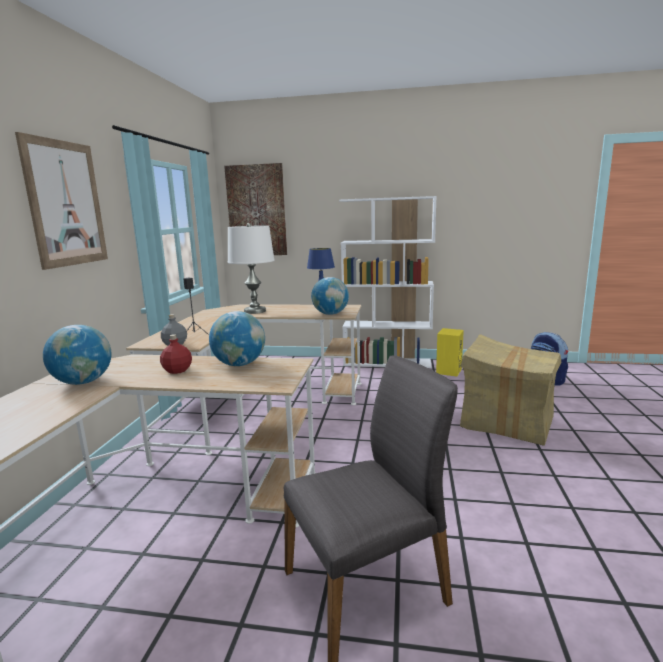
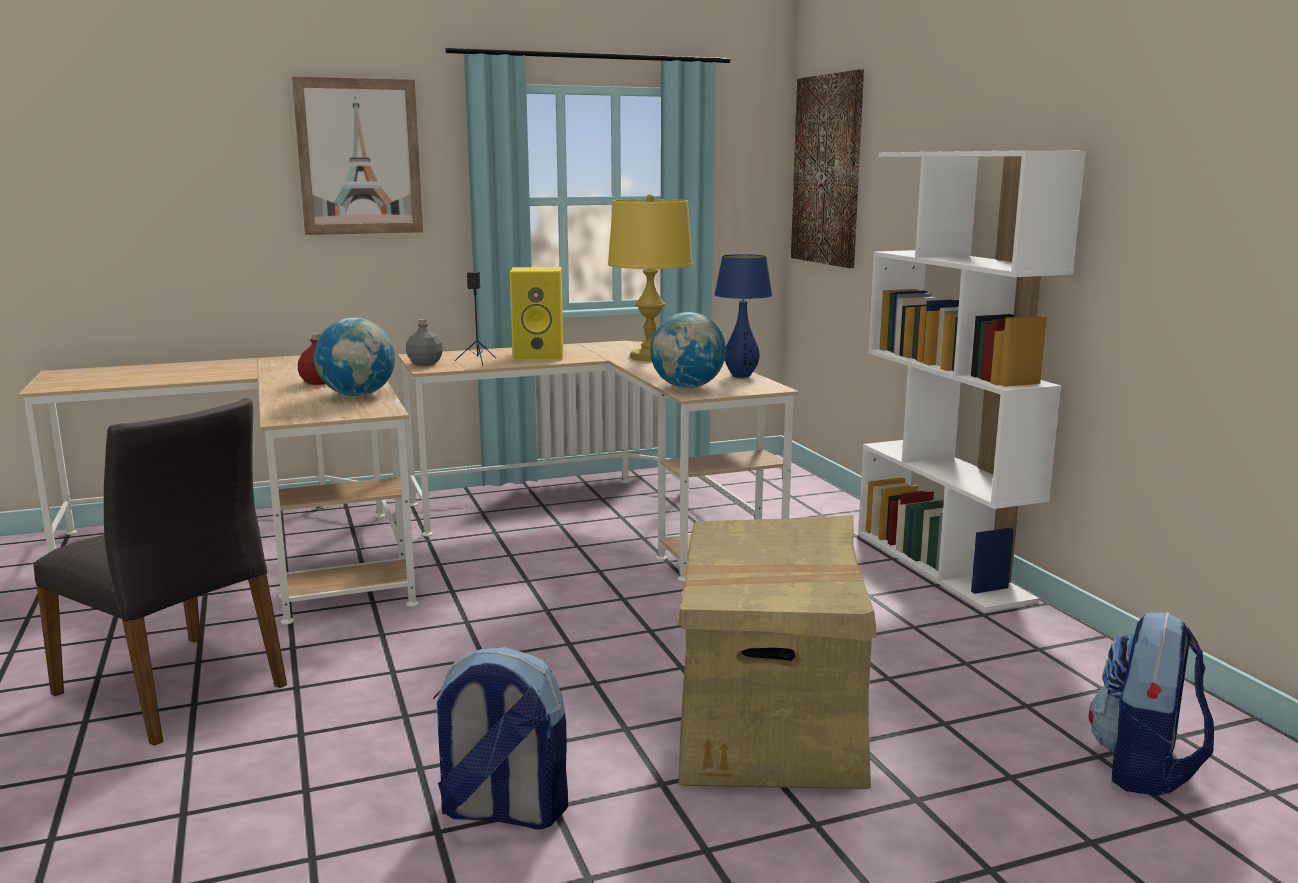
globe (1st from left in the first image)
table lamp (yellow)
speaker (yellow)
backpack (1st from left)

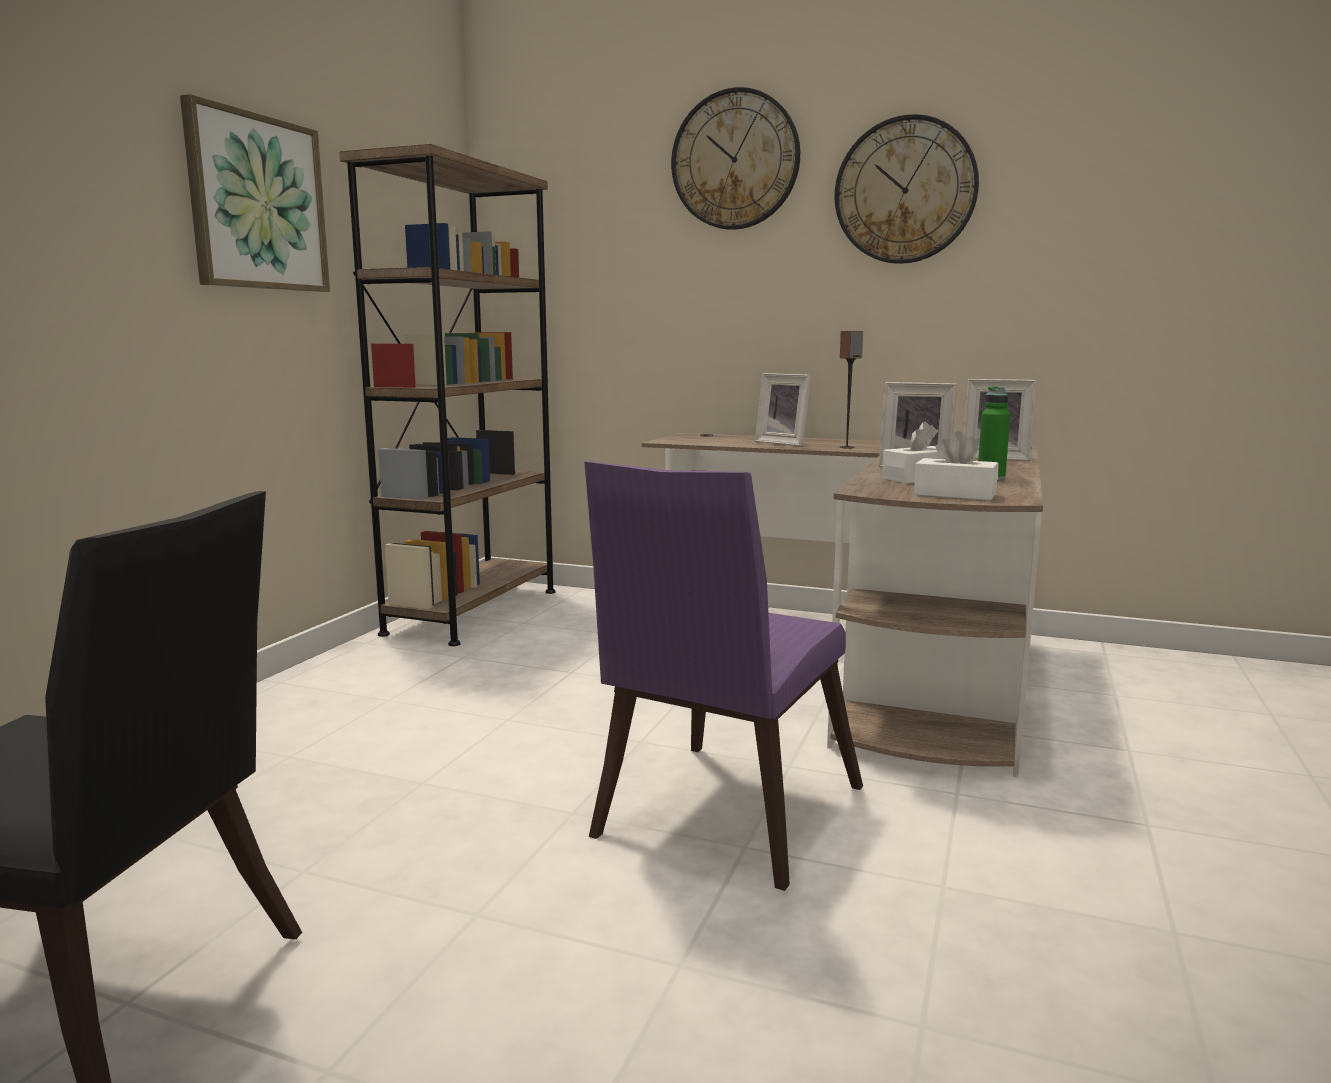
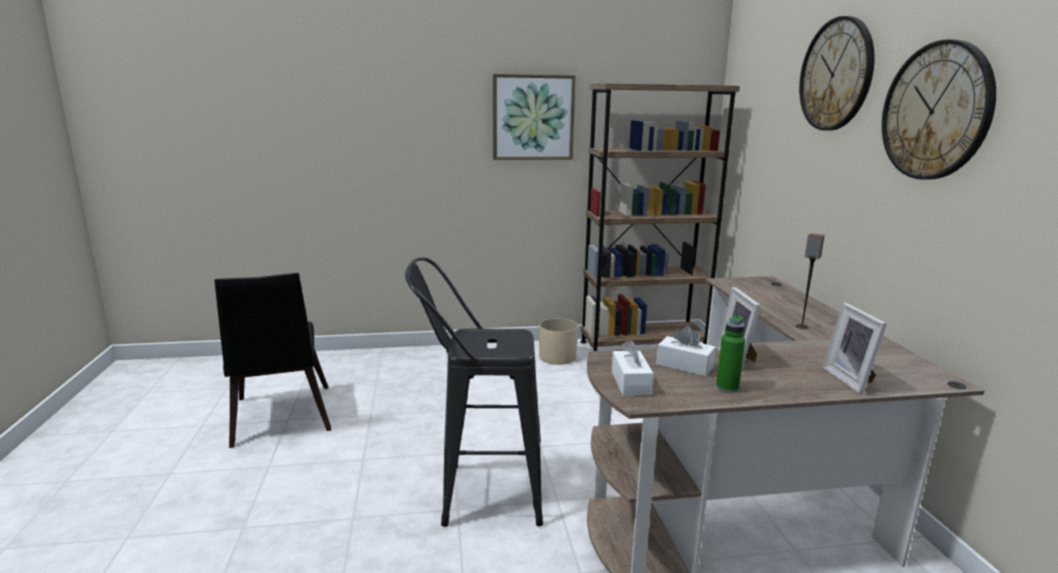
stool (black)
picture frame (1st from left in the first image)
planter (beige)

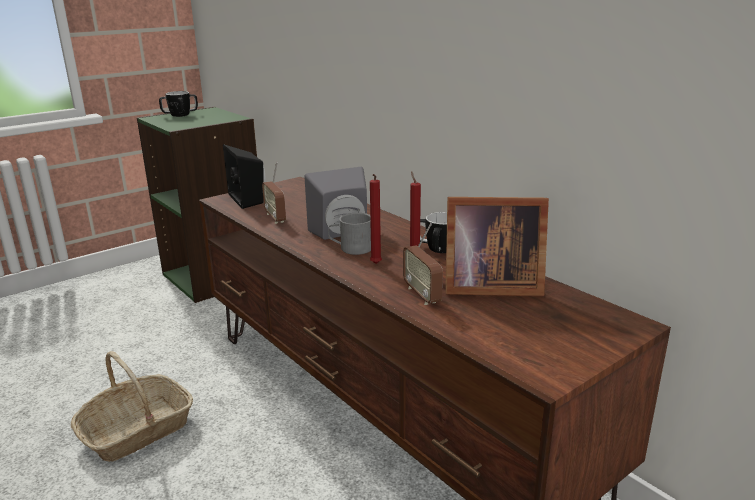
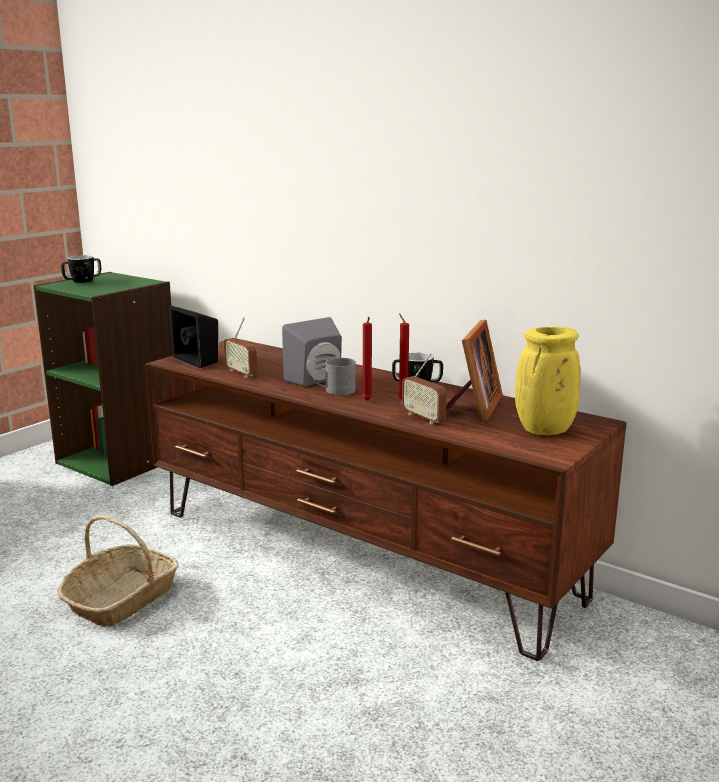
picture frame
vase (yellow)

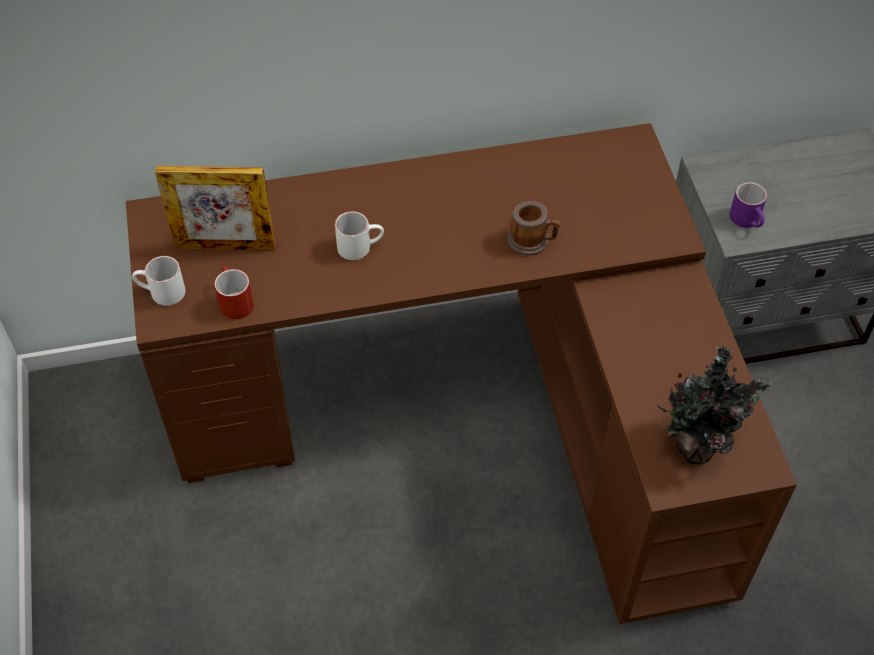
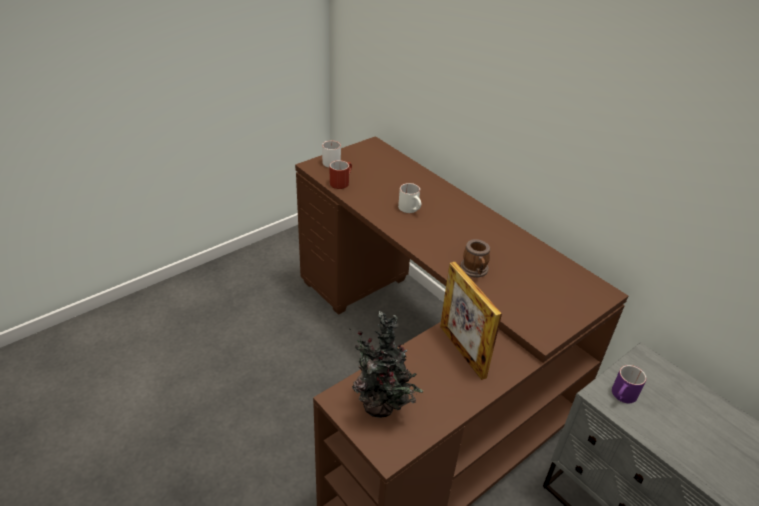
picture frame

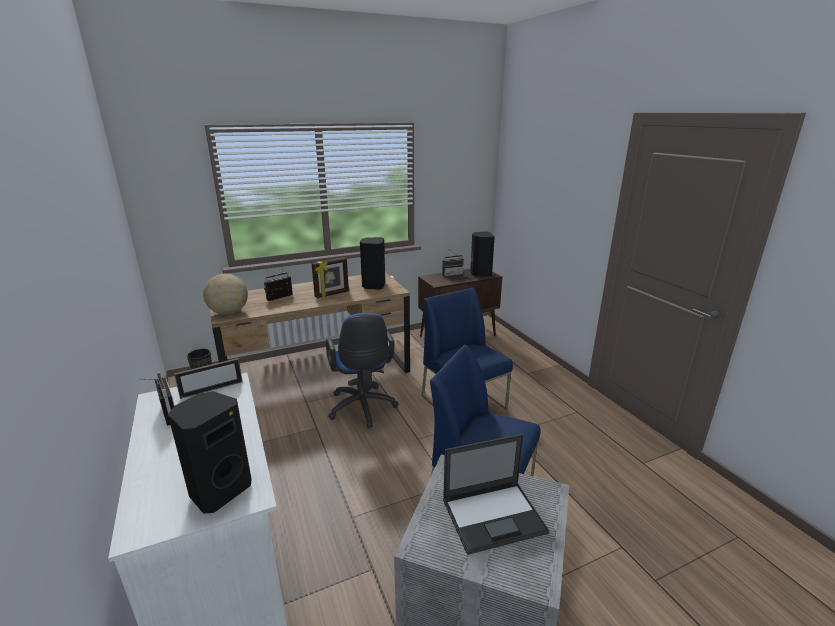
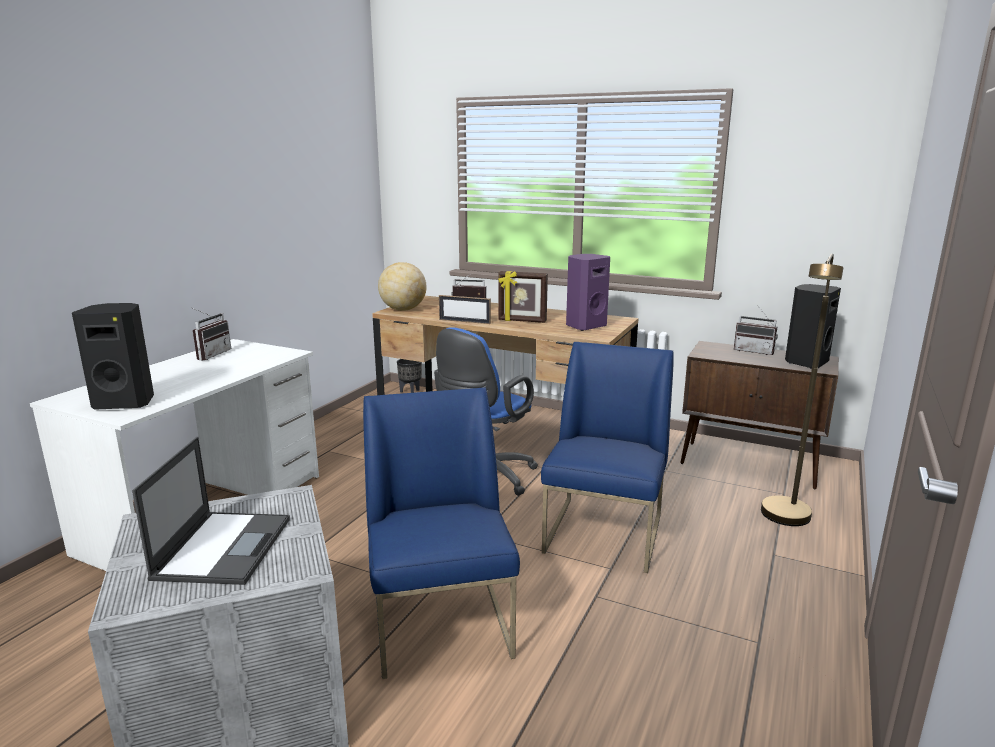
picture frame (1st from left)
speaker (purple)
laptop
floor lamp (brown)

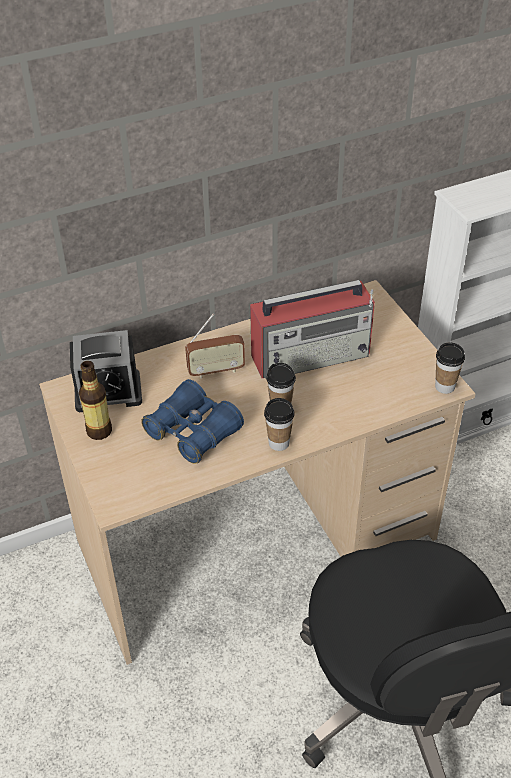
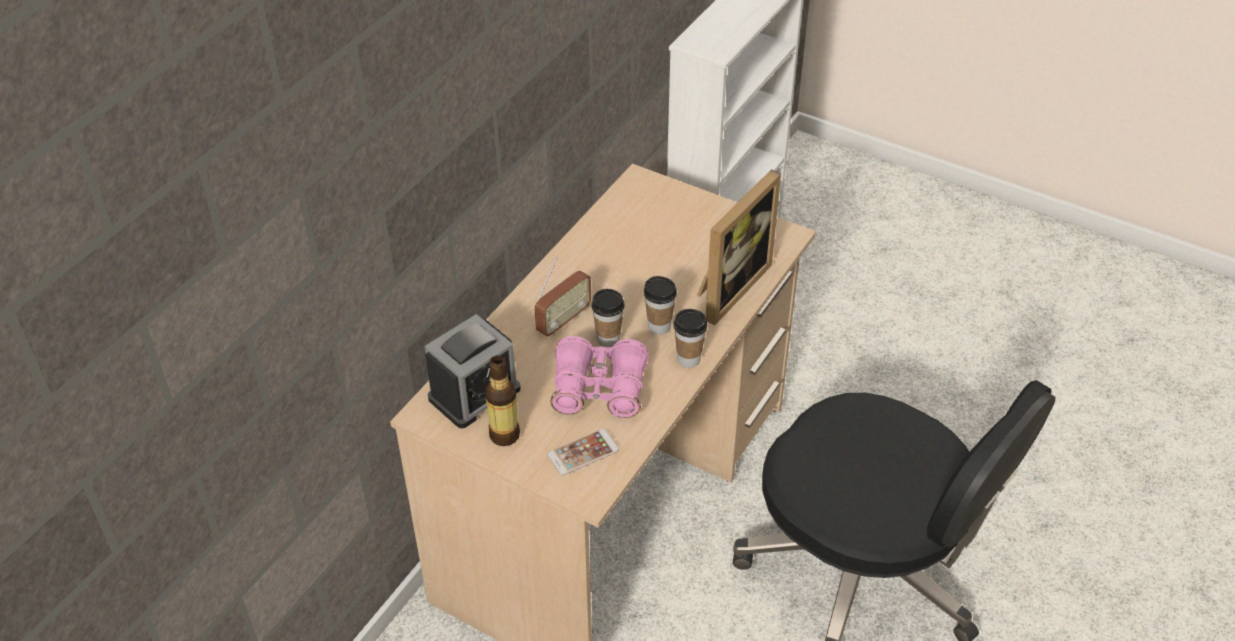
binoculars (pink)
radio (2nd from left in the first image)
cup (1st from left)
phone
picture frame

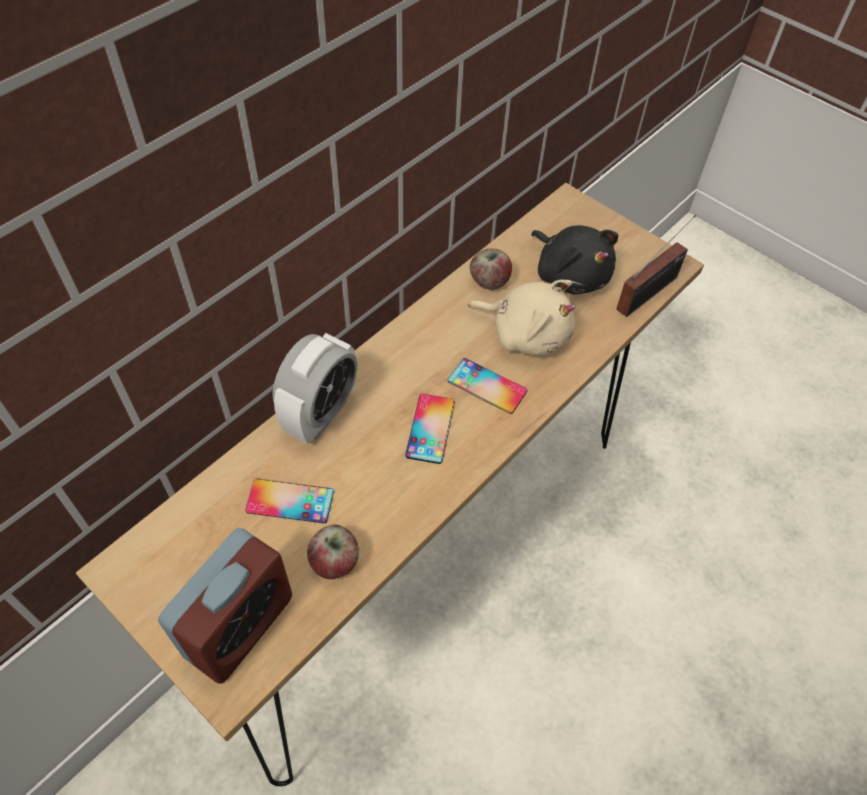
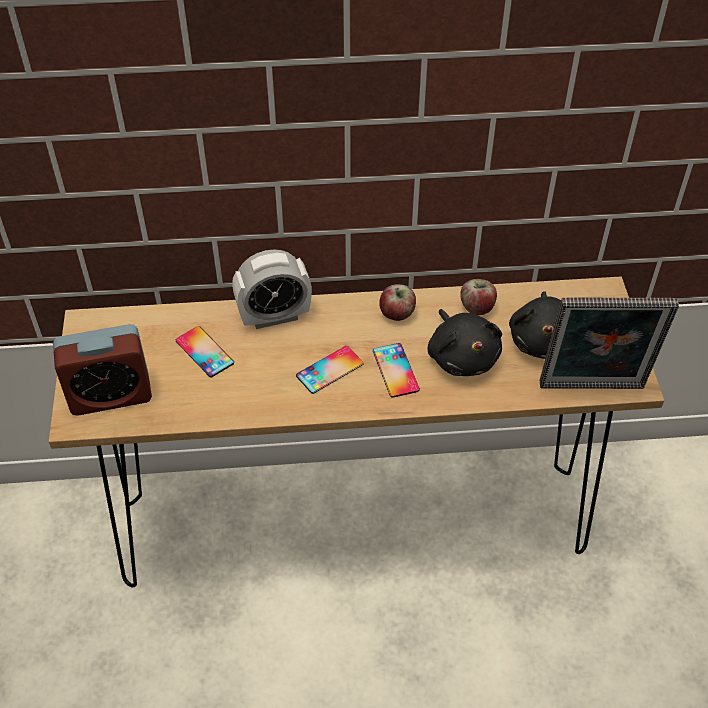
apple (1st from left)
plush toy (black) (1st from left)
picture frame

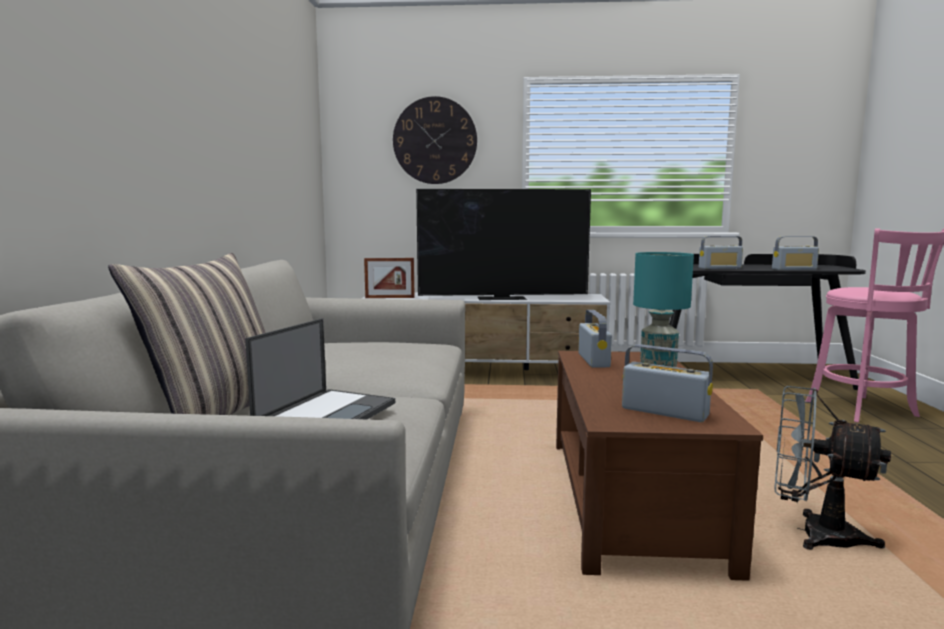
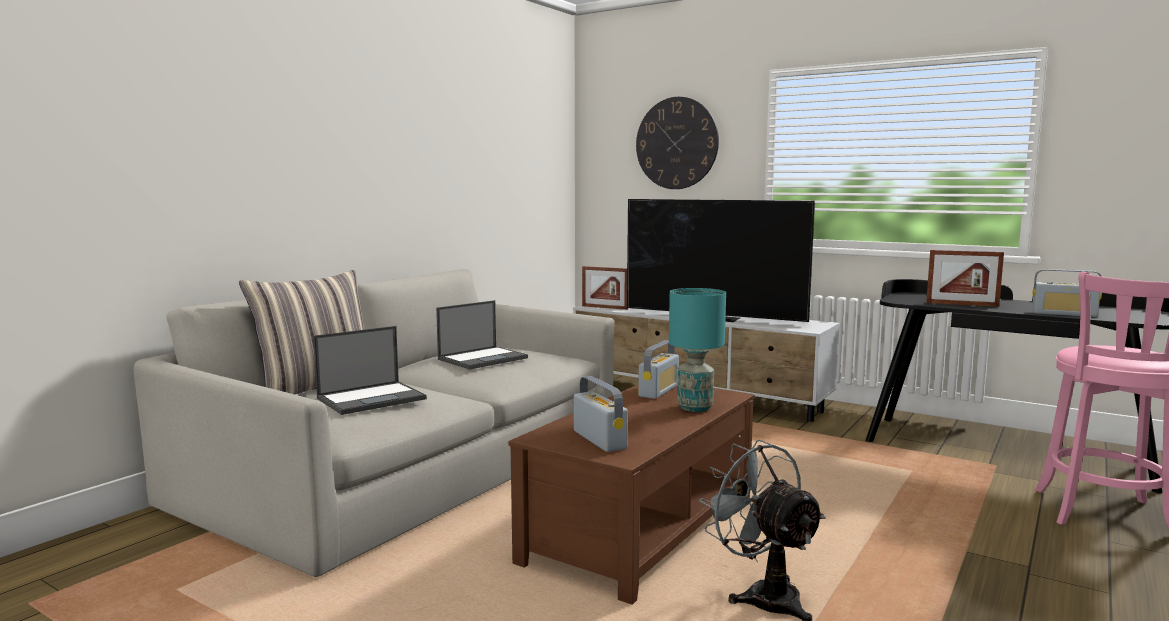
picture frame (2nd from left)
laptop (2nd from left)

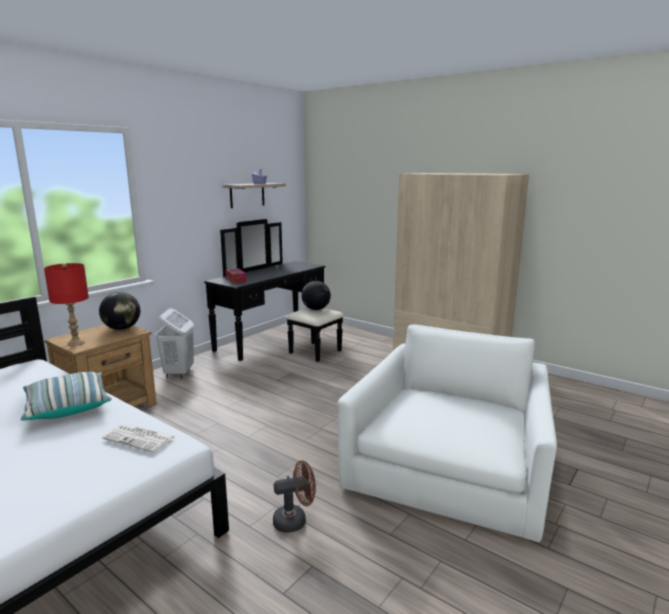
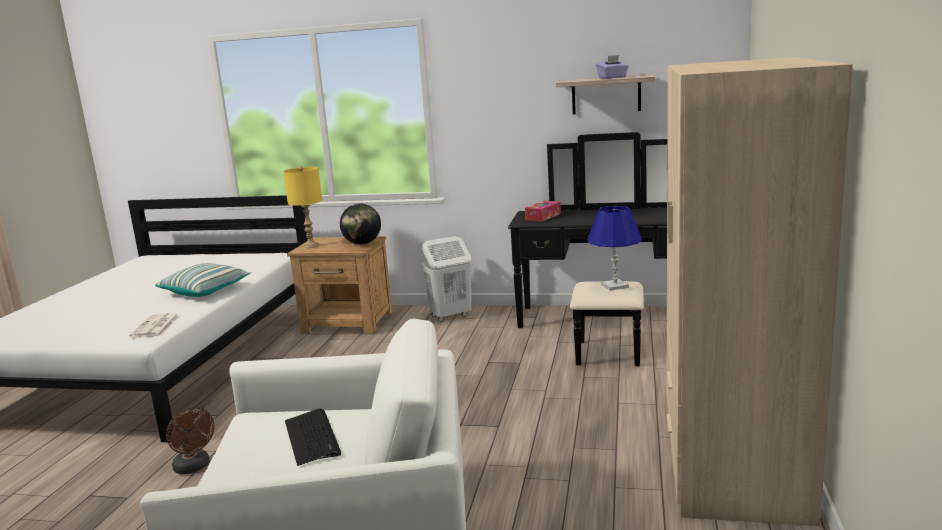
table lamp (yellow)
table lamp (blue)
keyboard

